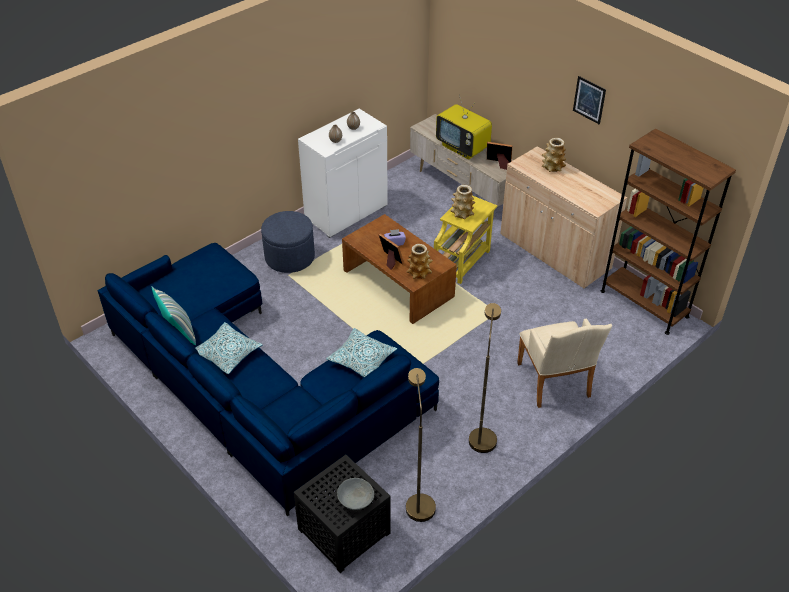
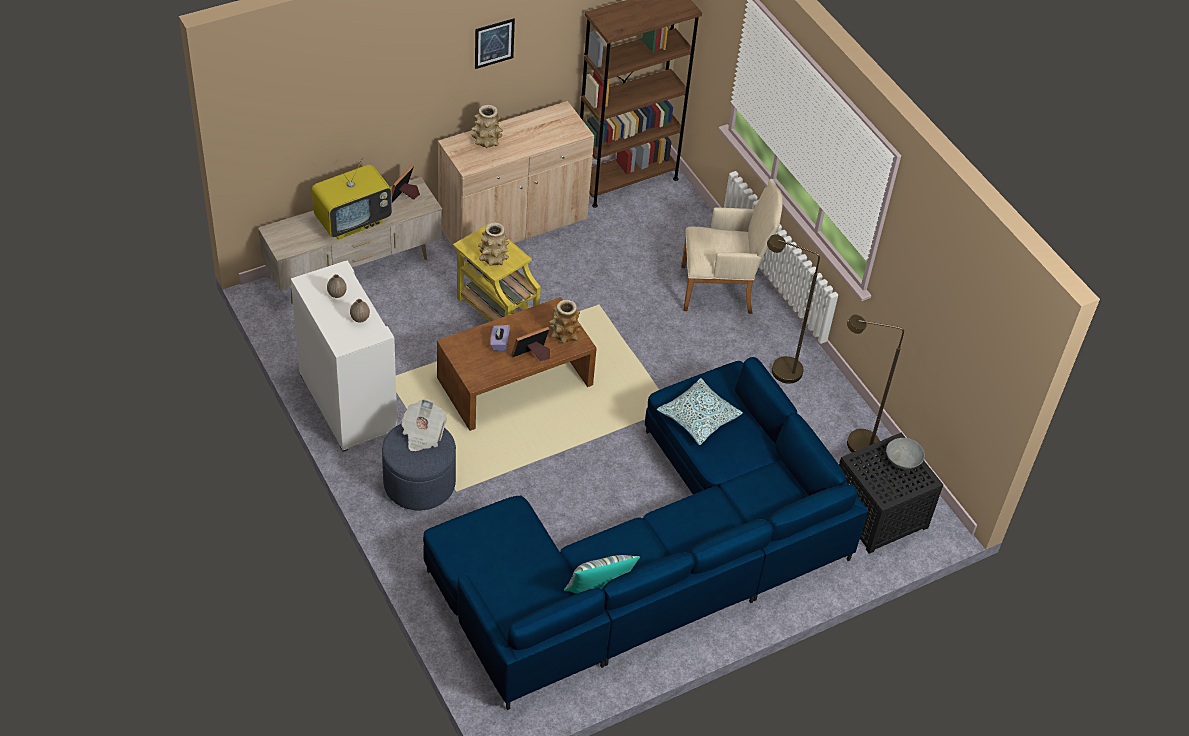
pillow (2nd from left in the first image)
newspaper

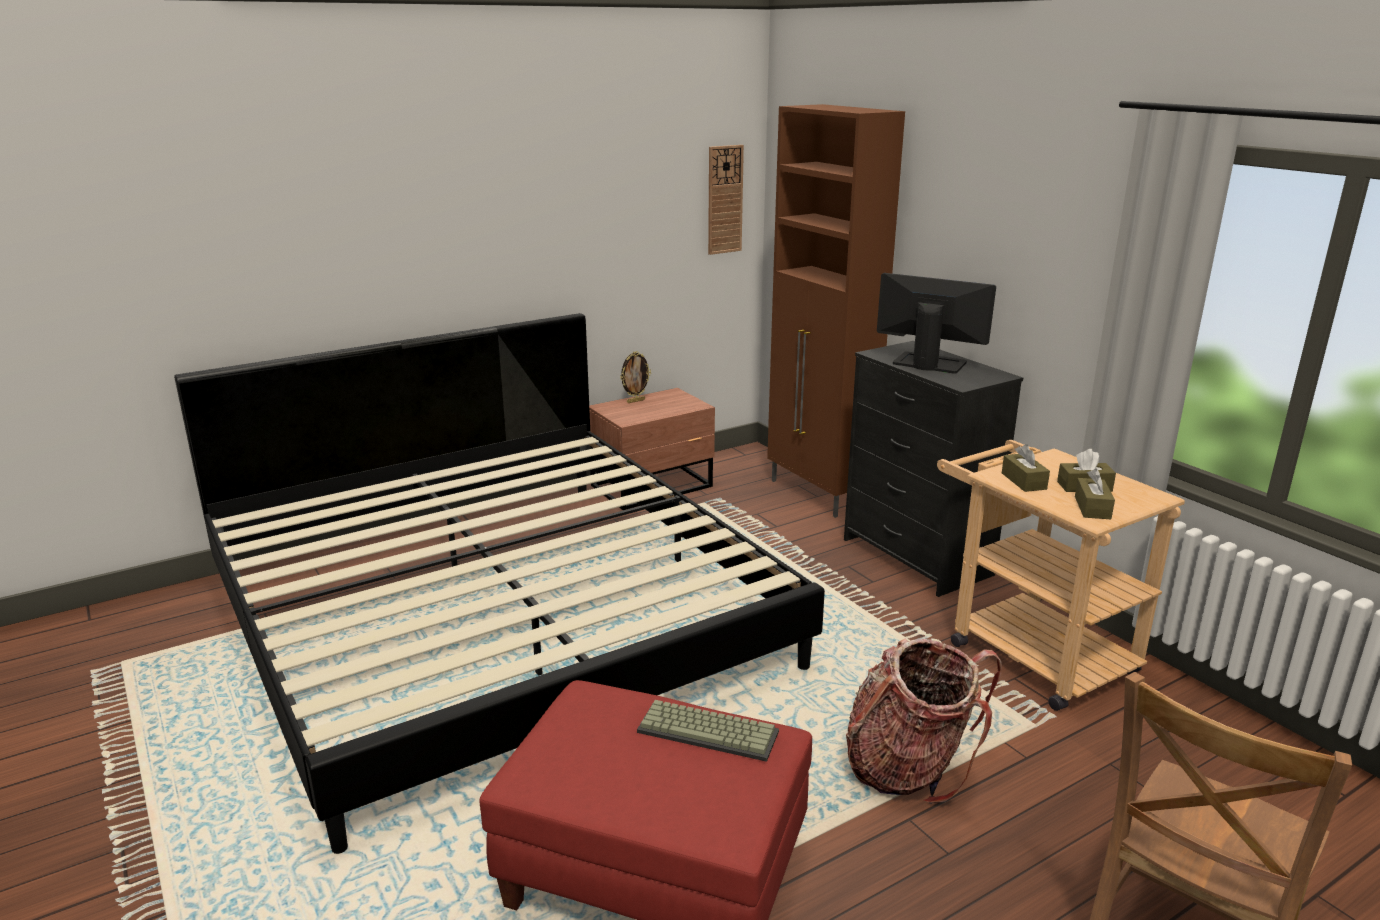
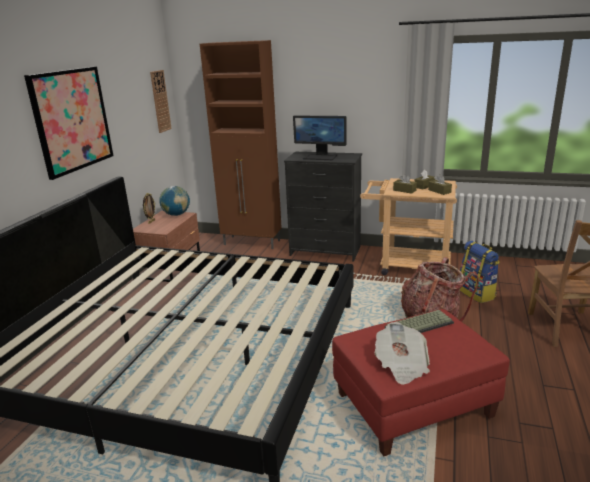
monitor
picture
globe
newspaper
backpack (2nd from left)

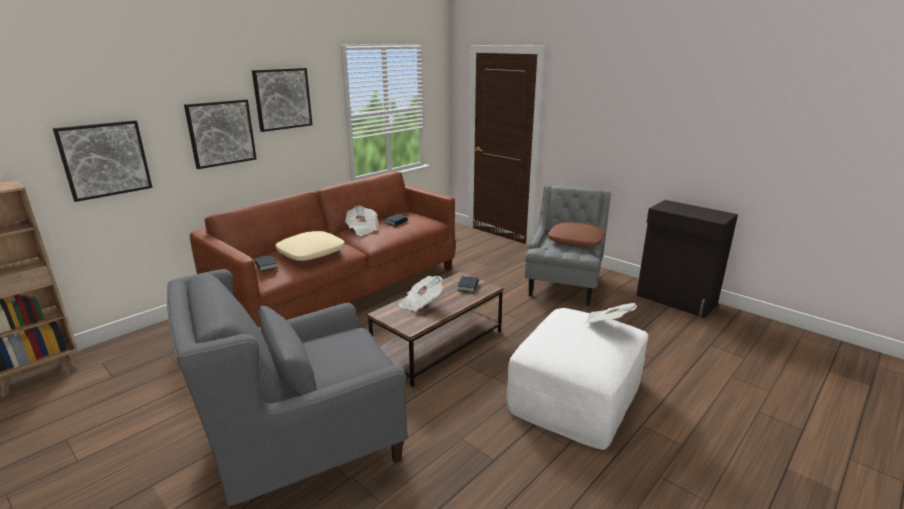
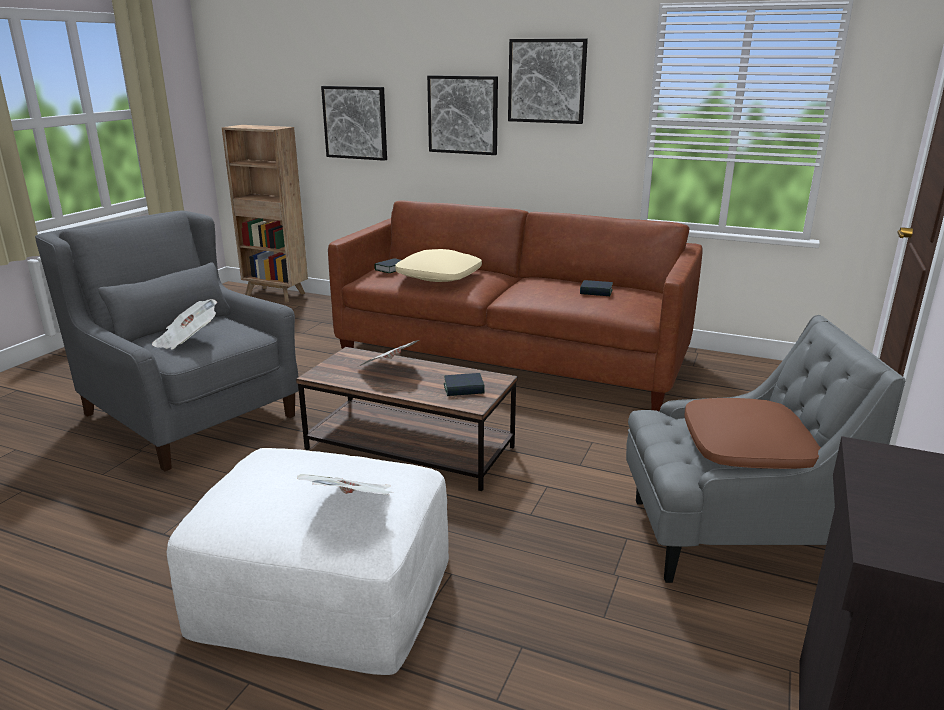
newspaper (1st from left)

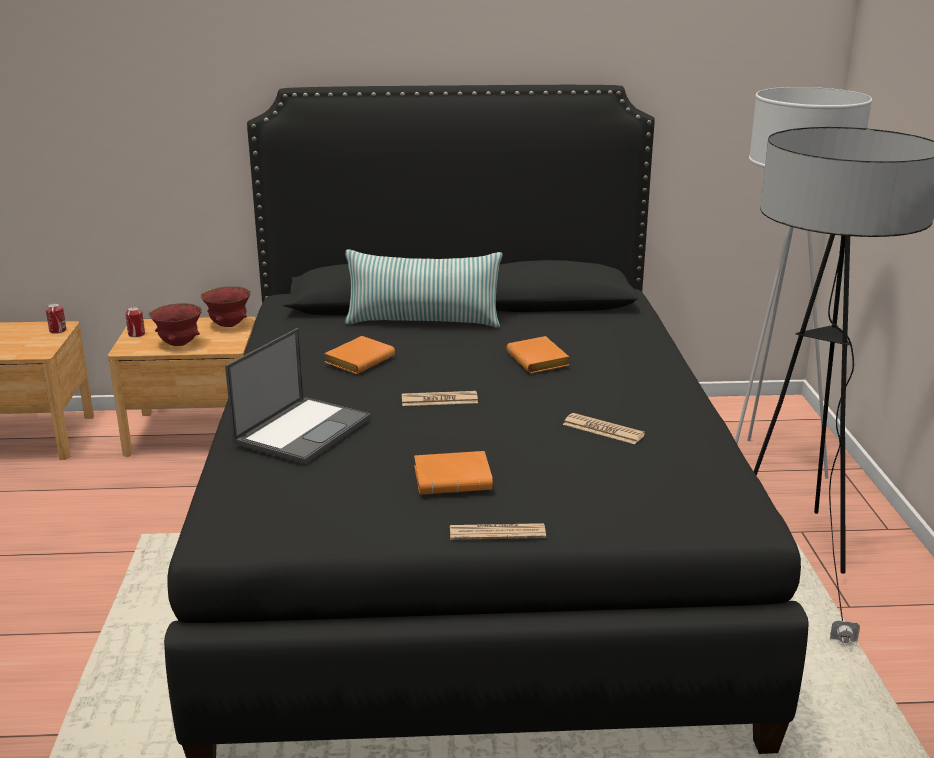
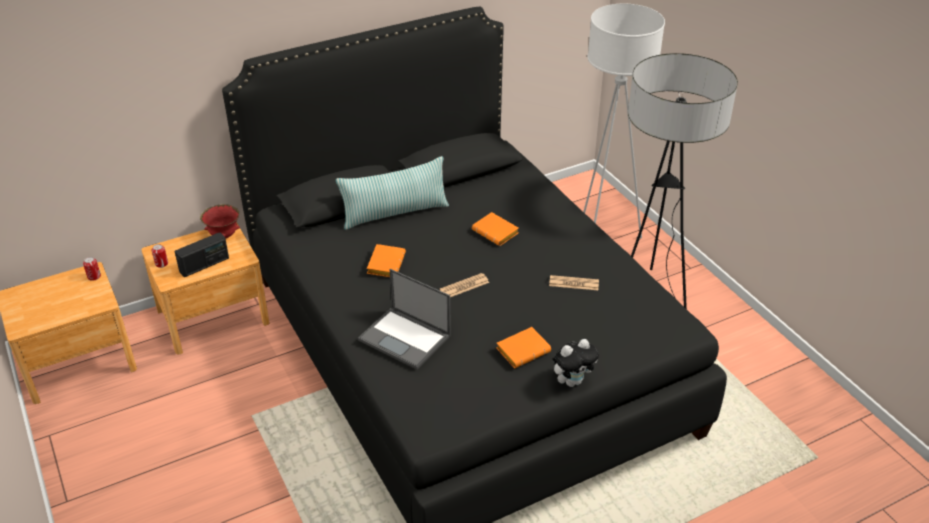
radio
laptop
plush toy

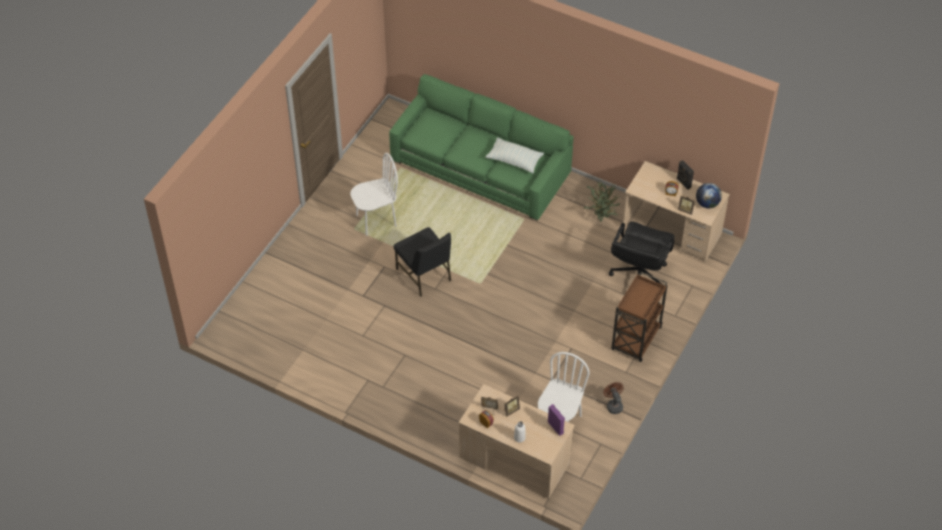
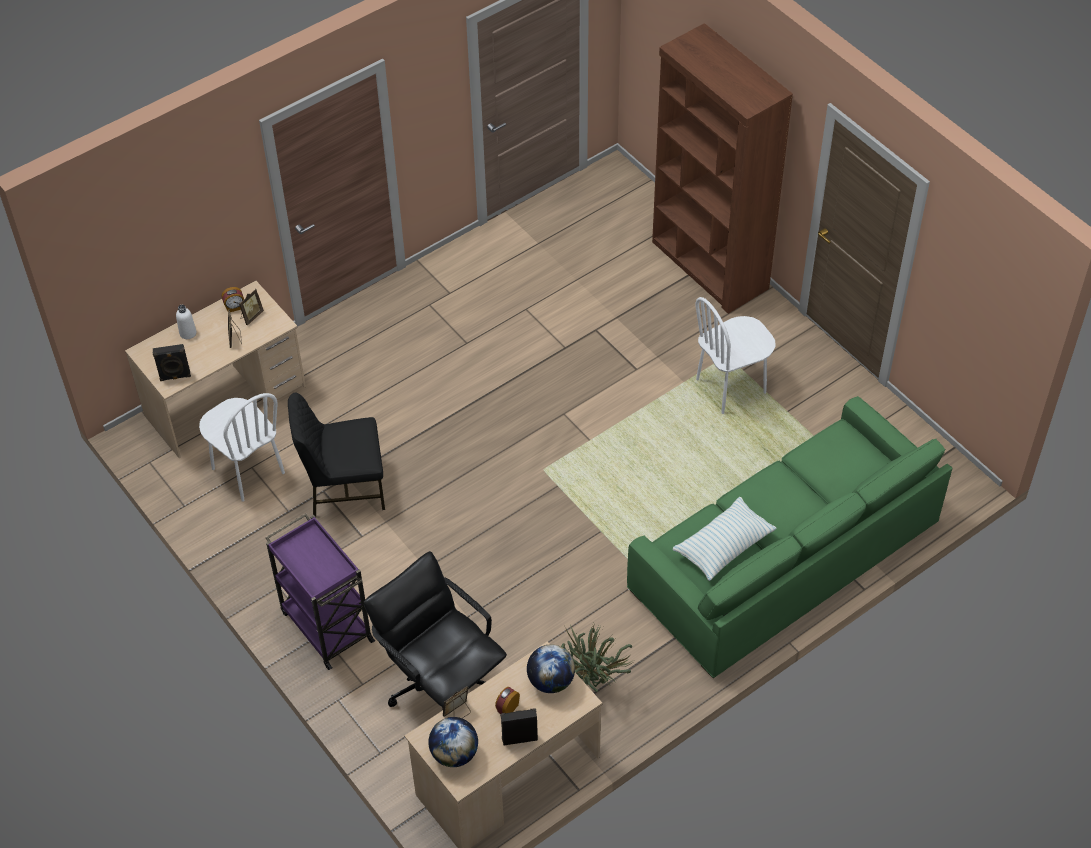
chair (white) (2nd from left)
chair (black)
speaker (black) (1st from left)
fan (brown)
cart (purple)
globe (2nd from left)
bookcase (brown)

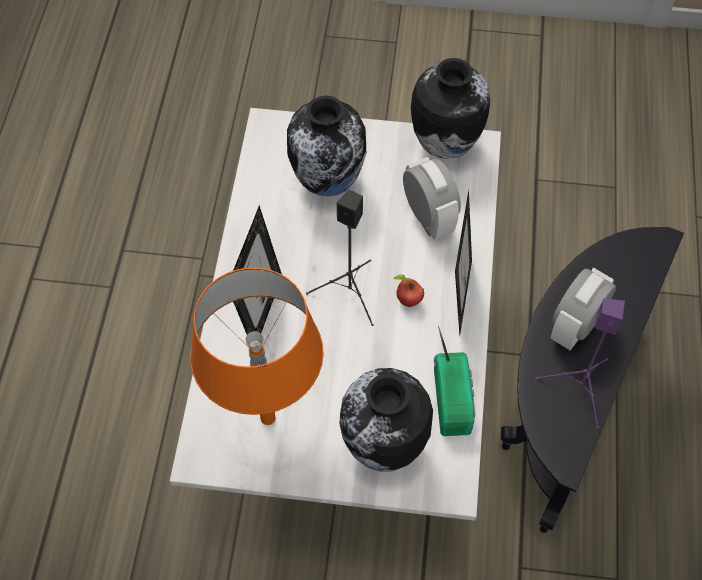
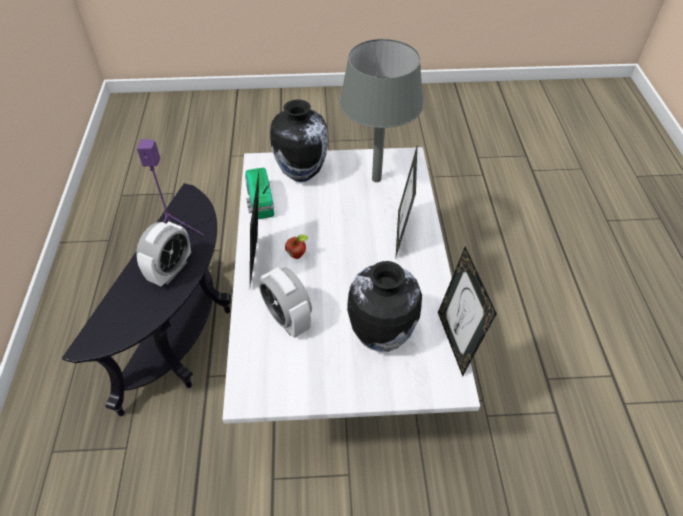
table lamp (grey)
speaker (black)
vase (3rd from left in the first image)
picture frame (3rd from left)

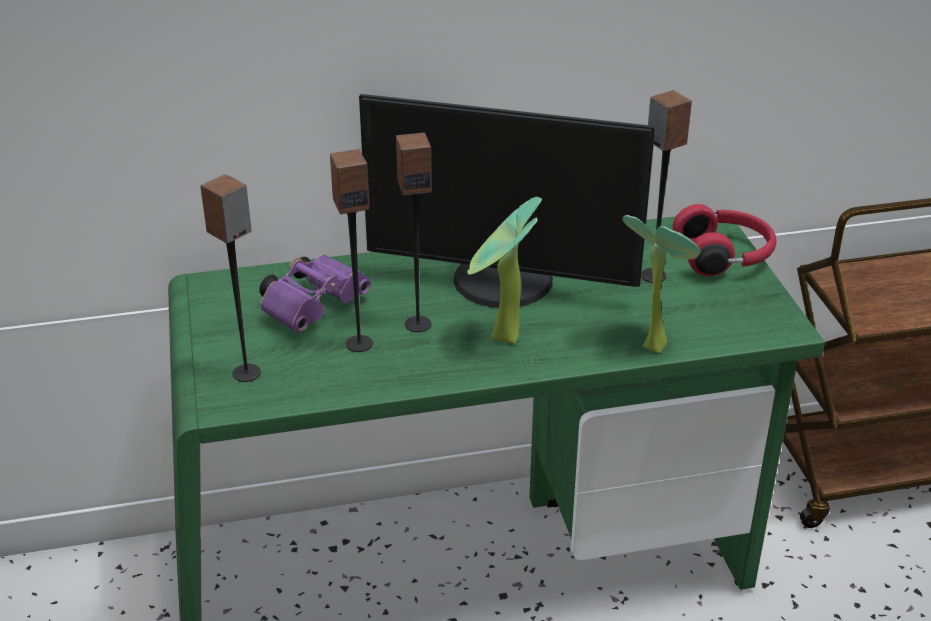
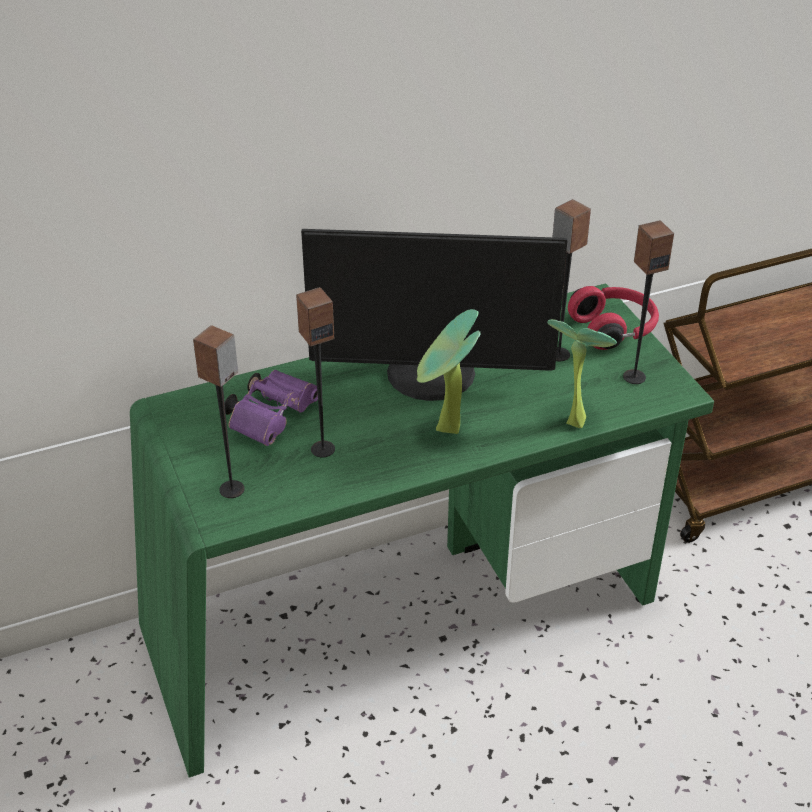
speaker (4th from left)

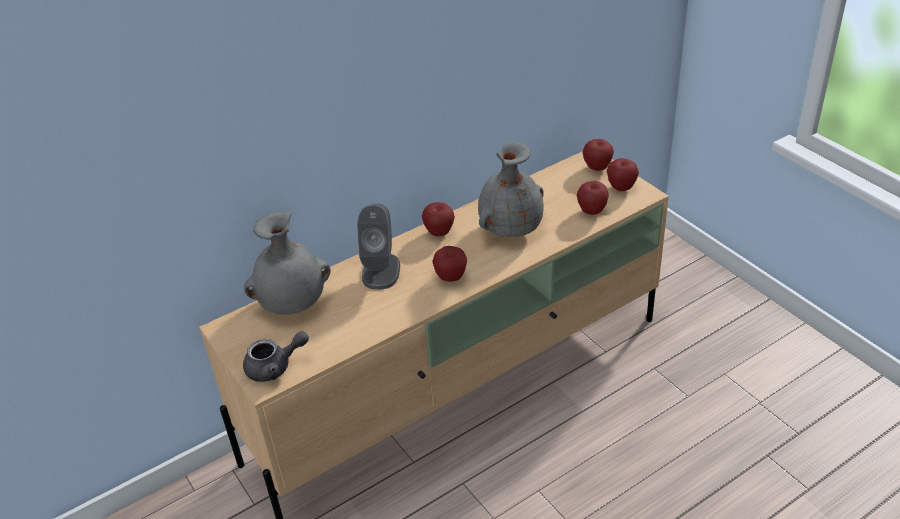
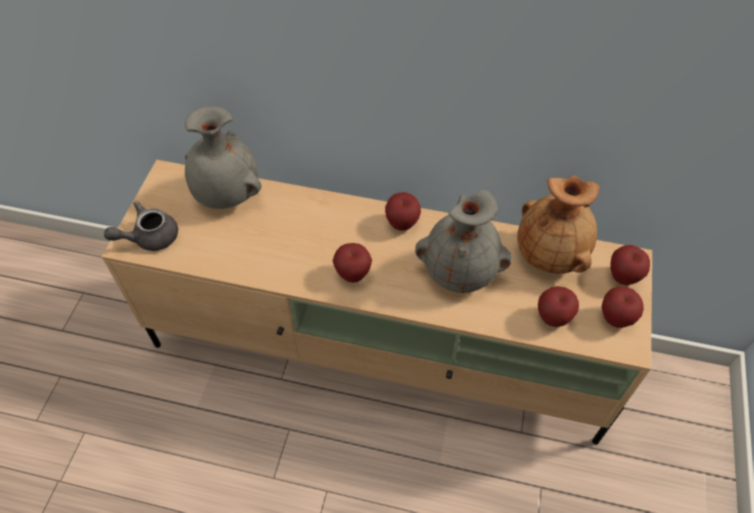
teapot (grey)
speaker (grey)
vase (brown)

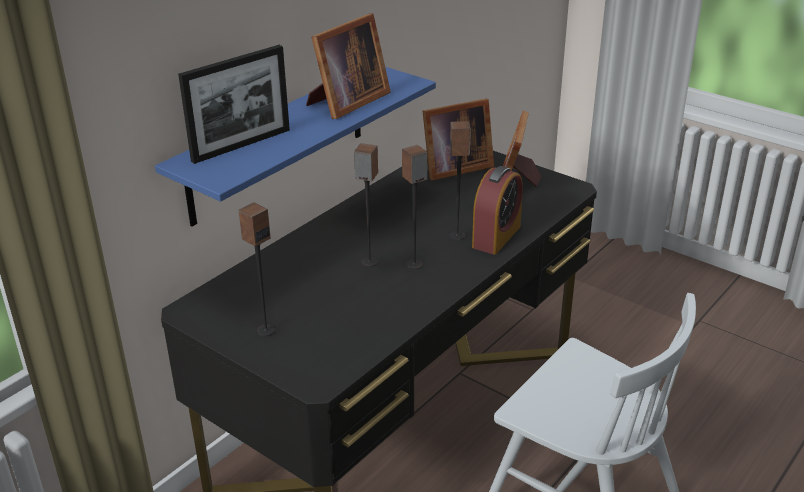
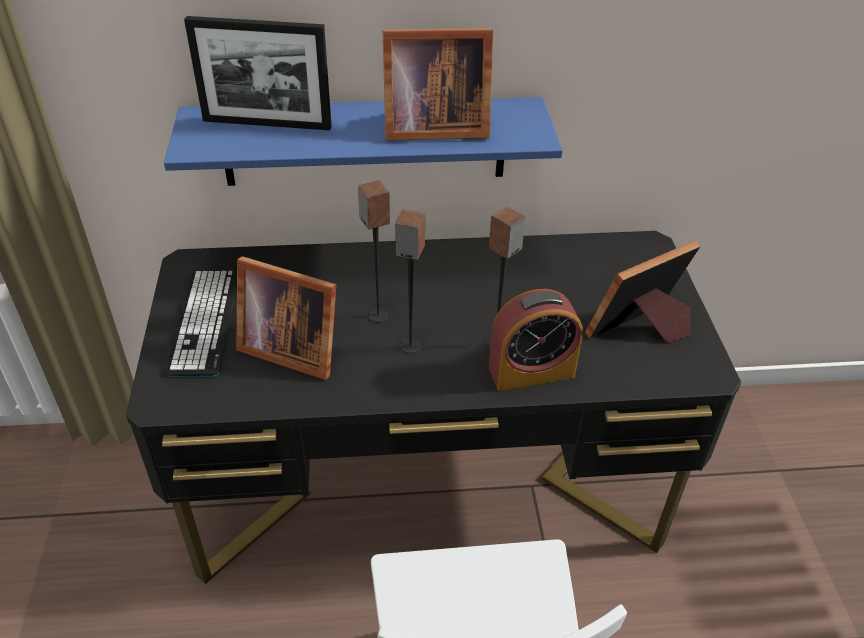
keyboard
picture frame (2nd from left)

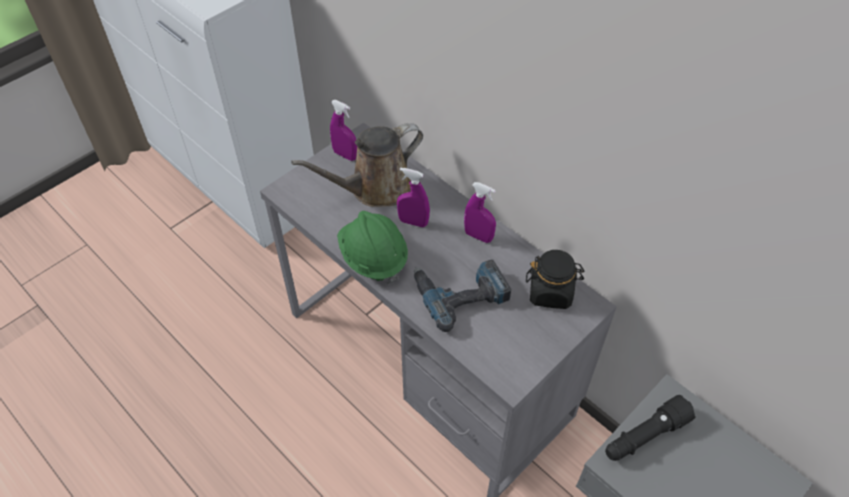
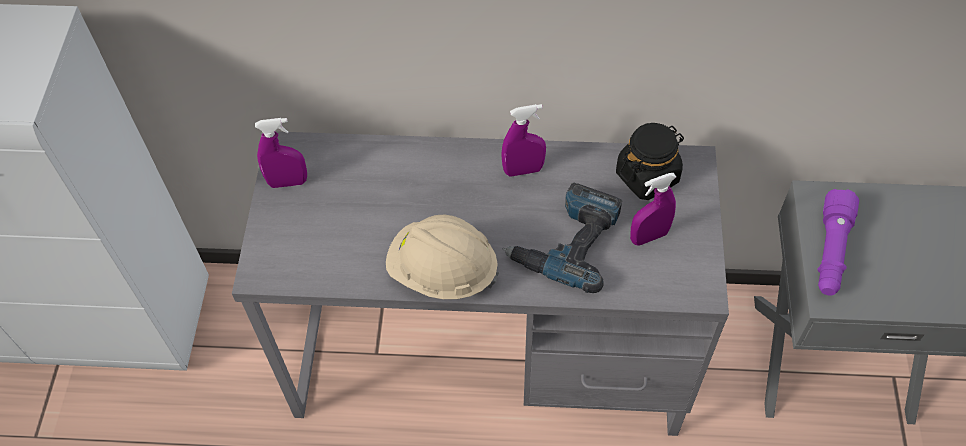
watering can (brown)
hard hat (beige)
spray bottle (purple) (3rd from left)
flashlight (purple)

